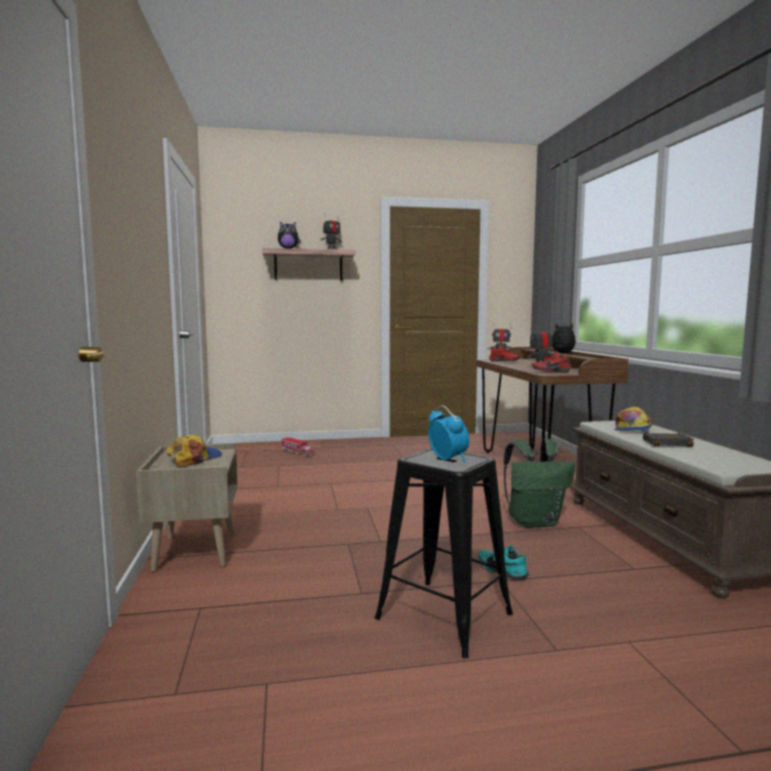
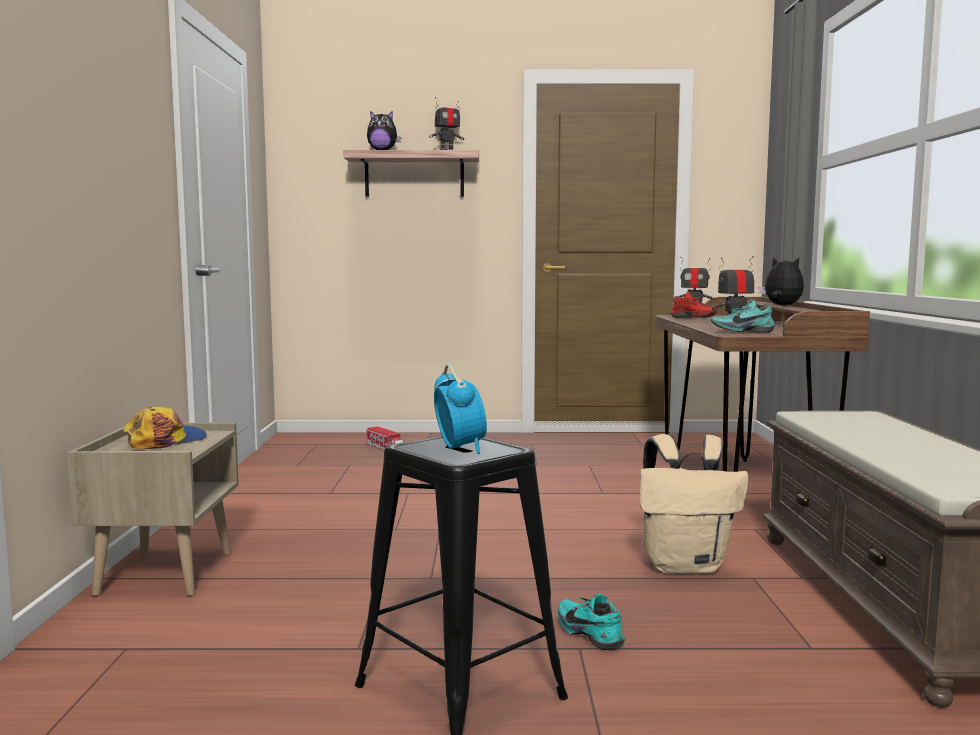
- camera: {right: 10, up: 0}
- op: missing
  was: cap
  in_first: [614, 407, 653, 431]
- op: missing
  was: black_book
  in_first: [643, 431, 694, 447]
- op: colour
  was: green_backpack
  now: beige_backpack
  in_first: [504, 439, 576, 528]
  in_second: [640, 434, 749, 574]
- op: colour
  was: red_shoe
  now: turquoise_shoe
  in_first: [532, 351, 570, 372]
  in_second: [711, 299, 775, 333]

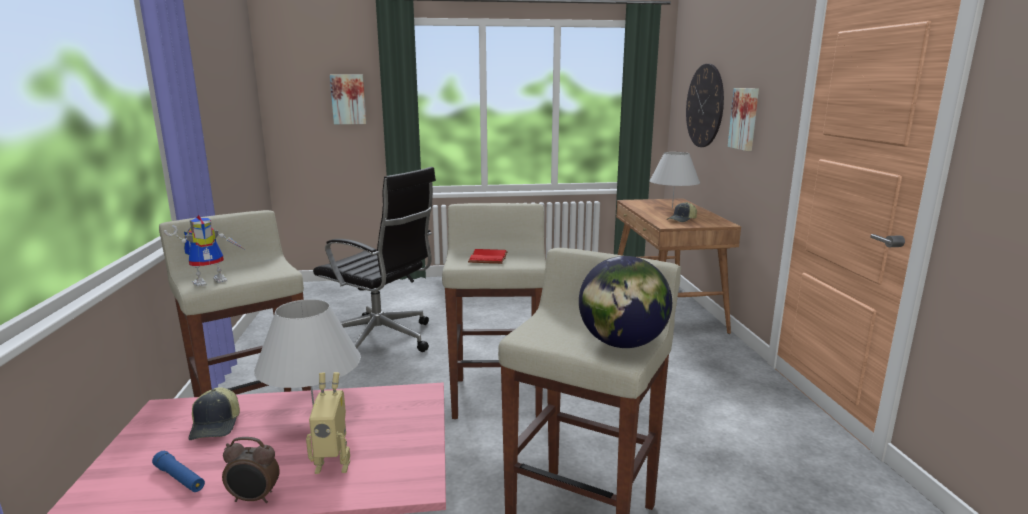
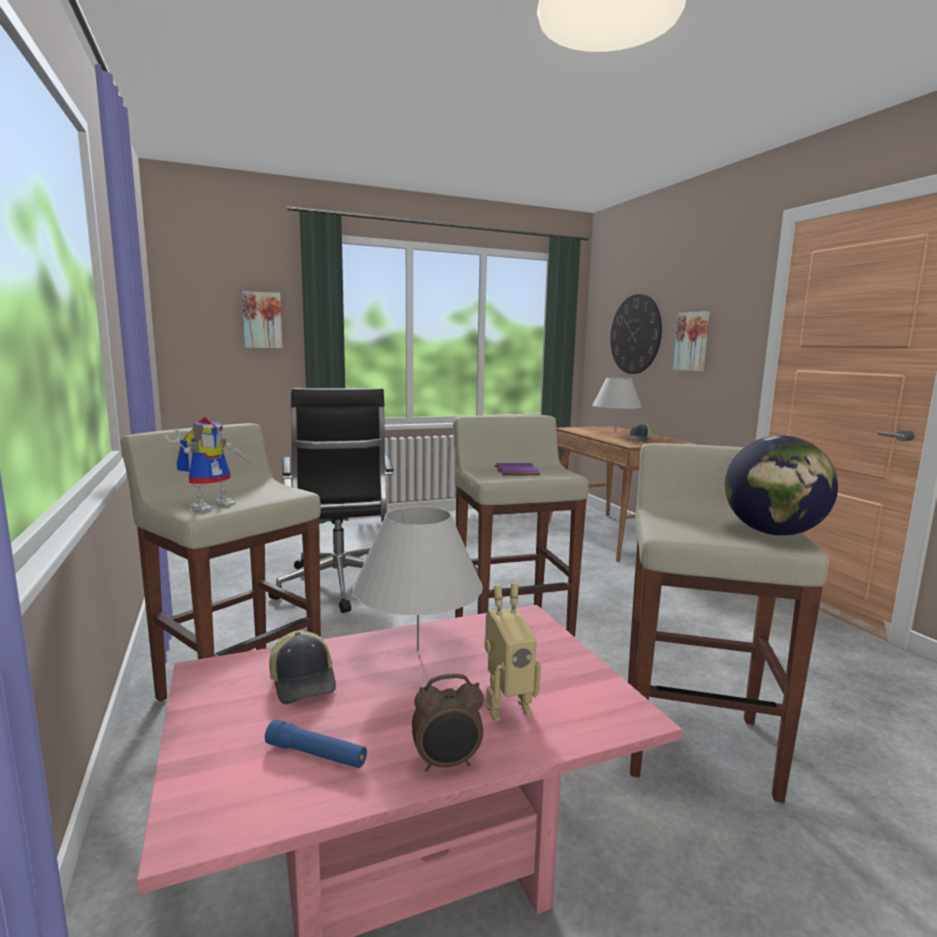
- camera: {right: -15, up: -5}
- op: colour
  was: red_book
  now: purple_book
  in_first: [468, 249, 508, 264]
  in_second: [494, 463, 541, 476]
- op: spun
  was: black_office_chair
  in_first: [313, 167, 436, 352]
  in_second: [268, 388, 394, 613]
  clockwise: 60

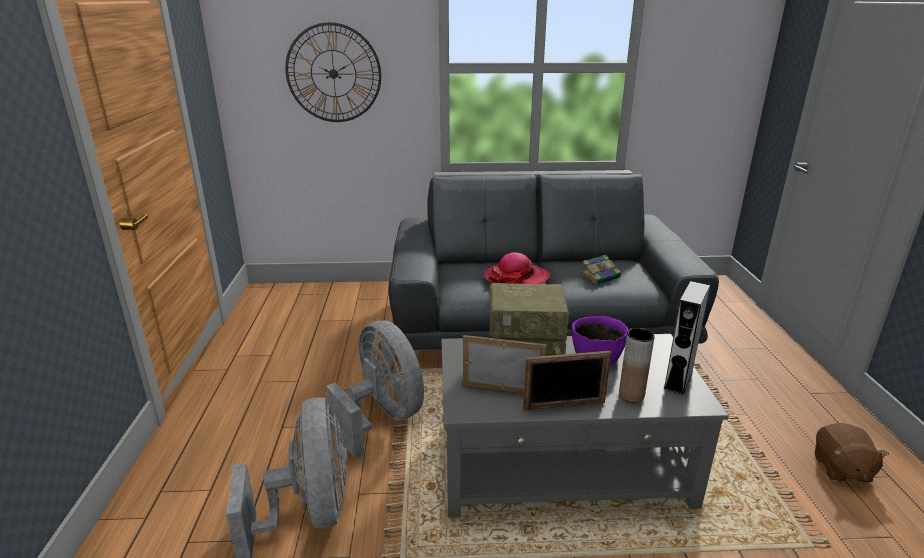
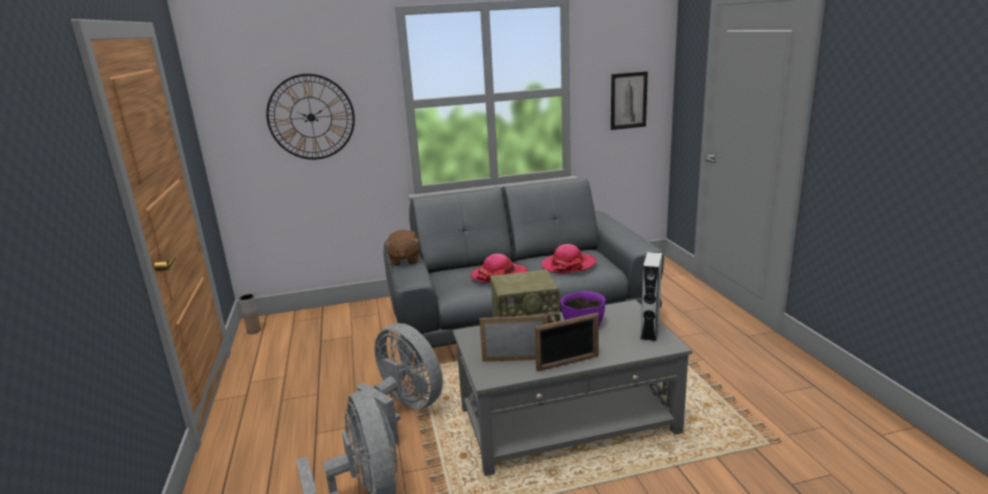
- camera: {right: -10, up: -5}
- op: appeared
  now: picture
  in_second: [611, 71, 648, 130]
- op: relocated
  was: brown_vase
  in_first: [619, 328, 655, 402]
  in_second: [239, 294, 261, 334]
- op: relocated
  was: brown_plush_toy
  in_first: [815, 423, 889, 483]
  in_second: [384, 230, 419, 266]
- op: exchanged
  was: book
  now: hat
  in_first: [580, 255, 621, 285]
  in_second: [541, 244, 597, 274]

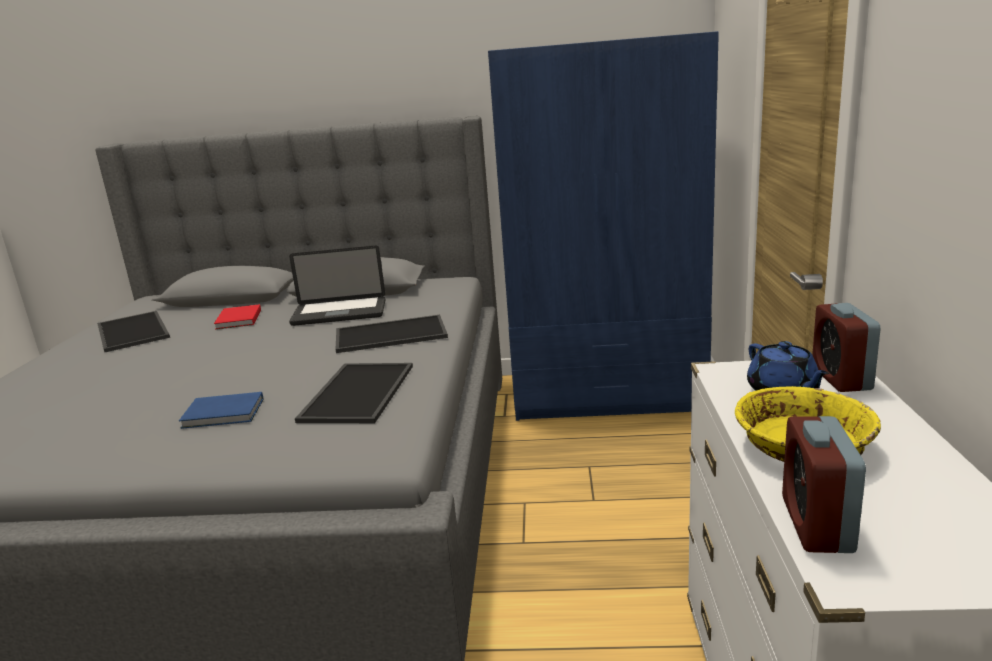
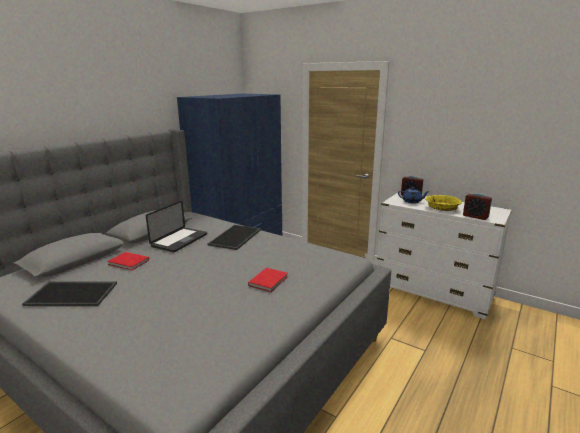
- camera: {right: -60, up: 0}
- op: missing
  was: tray
  in_first: [295, 363, 413, 423]
- op: colour
  was: blue_book
  now: red_book
  in_first: [179, 392, 264, 429]
  in_second: [248, 268, 288, 292]

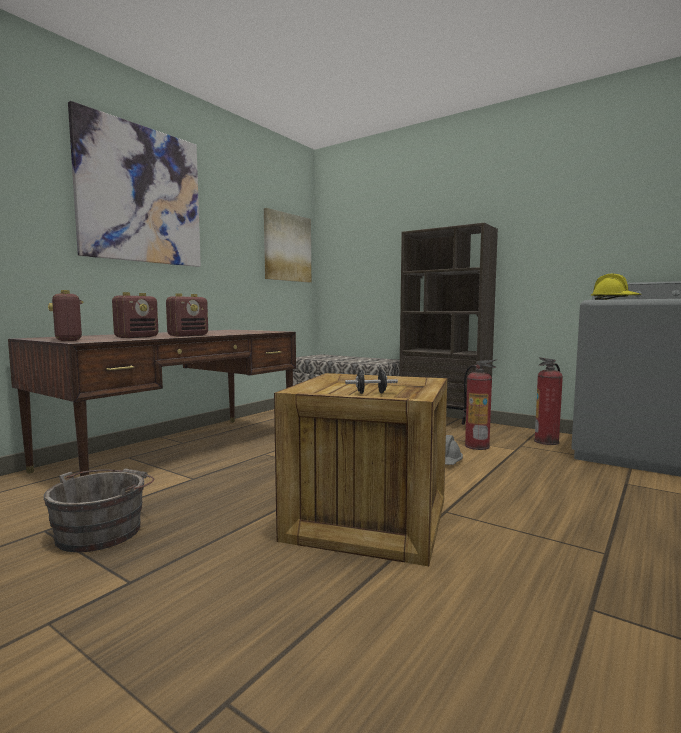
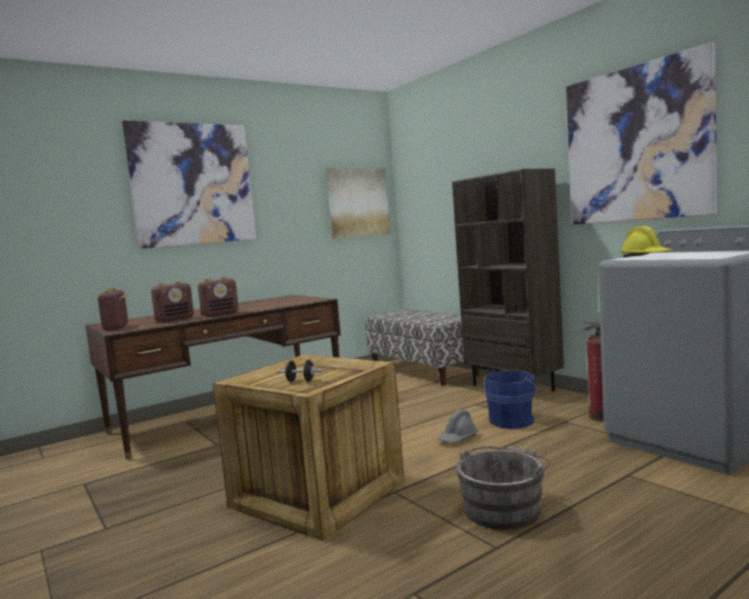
- camera: {right: 20, up: 0}
- op: appeared
  now: picture
  in_second: [566, 42, 717, 224]
- op: relocated
  was: grey_bucket
  in_first: [43, 469, 154, 552]
  in_second: [456, 447, 550, 530]
- op: exchanged
  was: fire_extinguisher
  now: blue_bucket
  in_first: [462, 360, 497, 450]
  in_second: [485, 370, 541, 429]

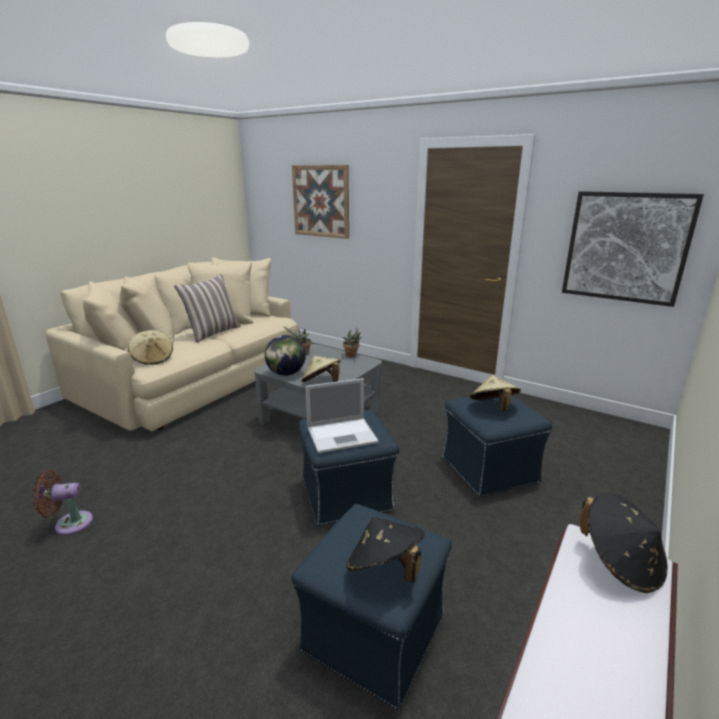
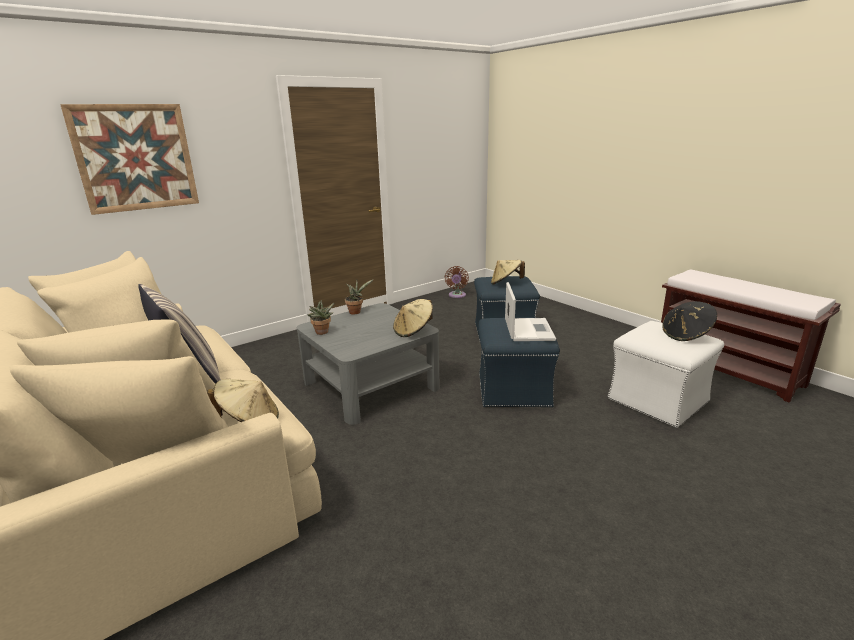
- camera: {right: -70, up: 0}
- op: missing
  was: globe
  in_first: [265, 335, 306, 376]
- op: missing
  was: picture
  in_first: [562, 191, 704, 307]
- op: missing
  was: black_hat
  in_first: [580, 493, 668, 593]
- op: relocated
  was: brown_fan
  in_first: [32, 470, 93, 536]
  in_second: [445, 266, 469, 298]
- op: colour
  was: blue_ottoman
  now: white_ottoman
  in_first: [291, 504, 452, 710]
  in_second: [608, 321, 724, 428]

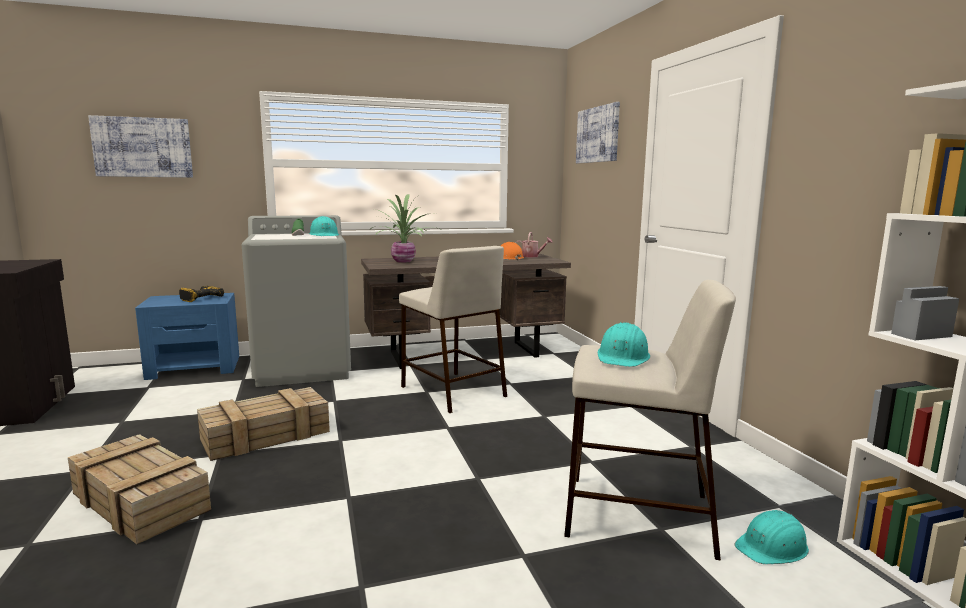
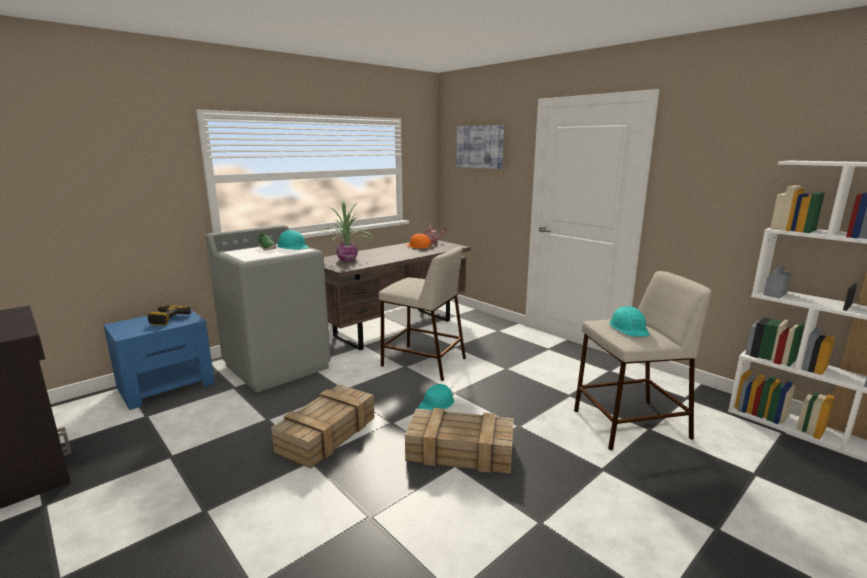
- camera: {right: -25, up: 5}
- op: missing
  was: picture
  in_first: [88, 115, 193, 178]
- op: relocated
  was: crate
  in_first: [68, 434, 211, 544]
  in_second: [405, 408, 514, 474]
- op: relocated
  was: turquoise_hard_hat
  in_first: [735, 510, 809, 564]
  in_second: [418, 384, 454, 410]

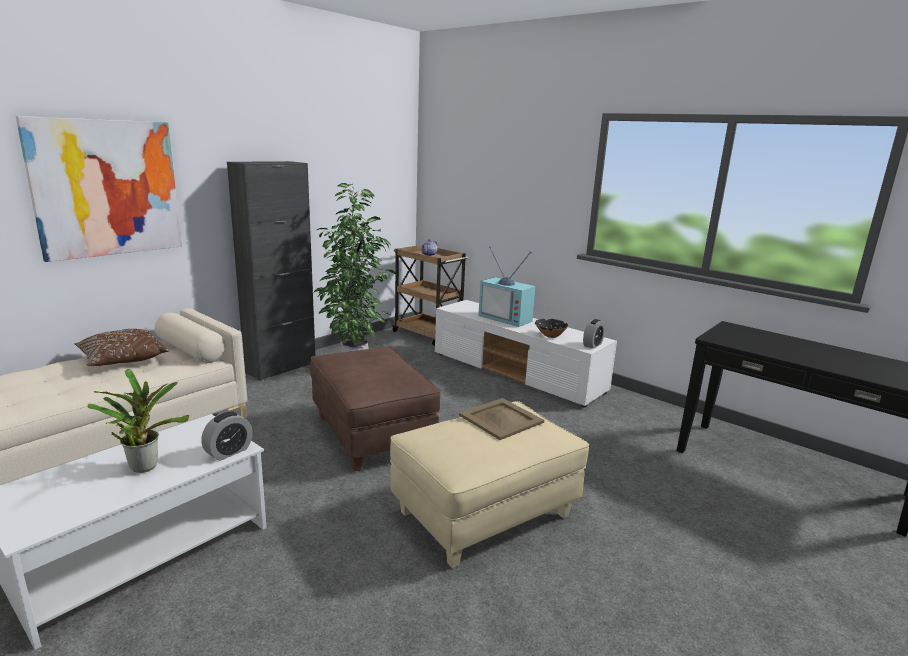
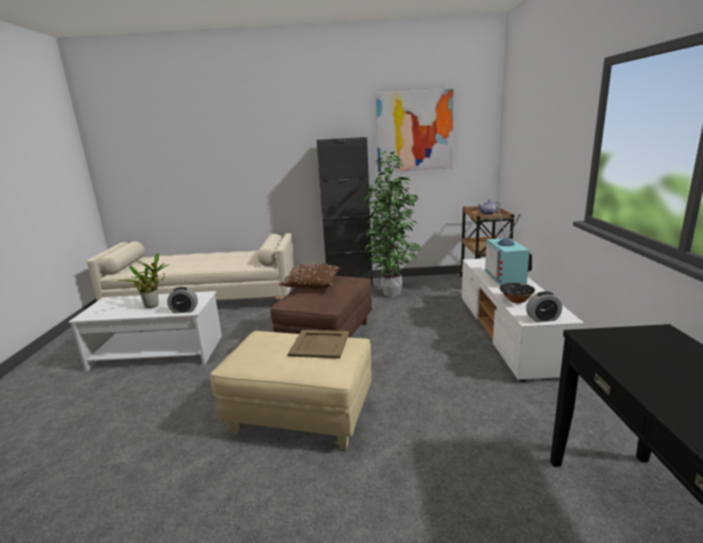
- camera: {right: 50, up: 0}
- op: relocated
  was: picture
  in_first: [16, 116, 182, 262]
  in_second: [376, 88, 454, 172]
- op: relocated
  was: brown_pillow
  in_first: [74, 329, 169, 366]
  in_second: [279, 263, 339, 289]

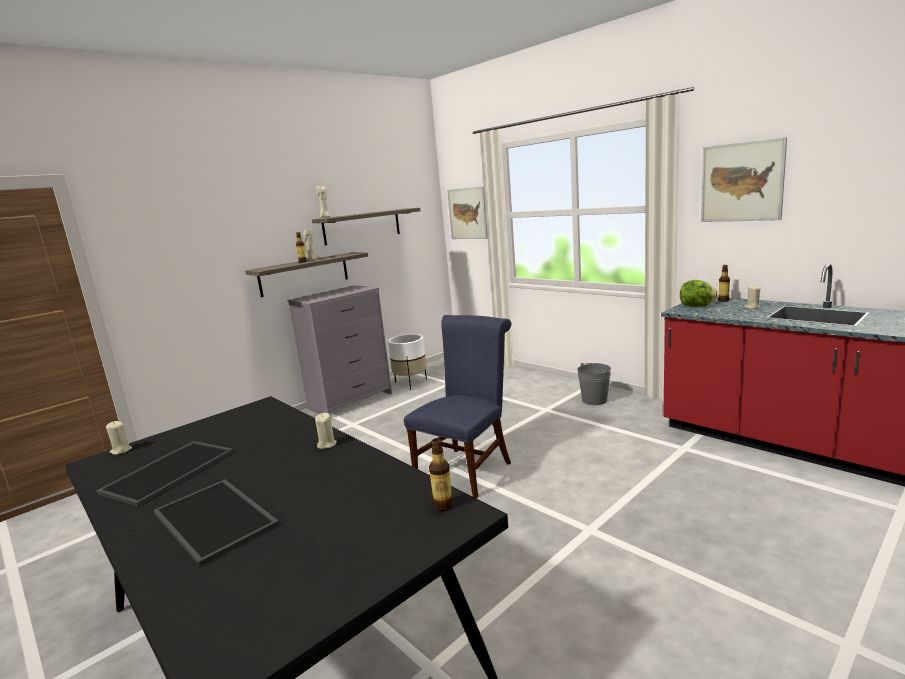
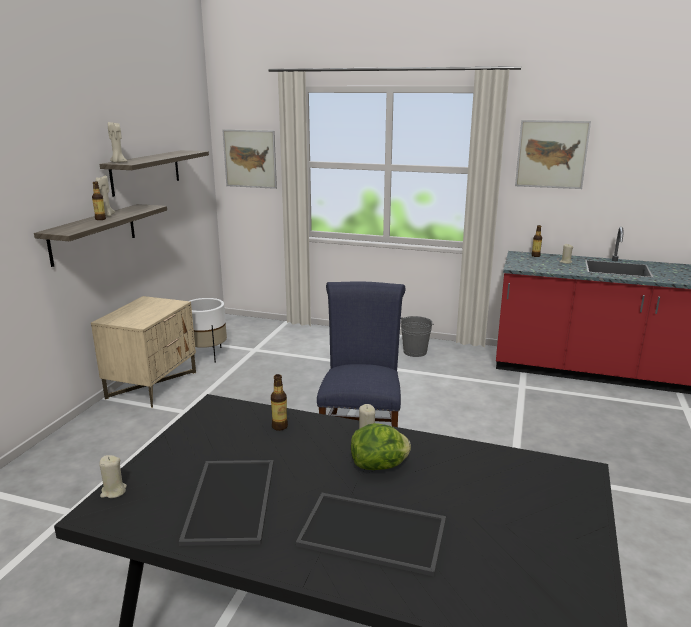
- camera: {right: -30, up: 5}
- op: relocated
  was: bottle
  in_first: [429, 438, 454, 512]
  in_second: [271, 374, 288, 431]
- op: relocated
  was: lettuce
  in_first: [680, 280, 717, 307]
  in_second: [351, 423, 411, 470]
- op: exchanged
  was: grey_dresser
  now: beige_nightstand
  in_first: [287, 285, 392, 416]
  in_second: [91, 296, 196, 408]

